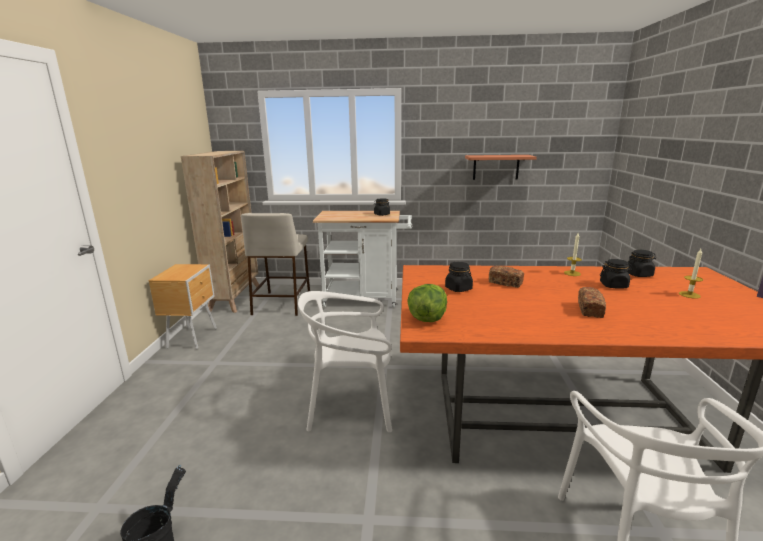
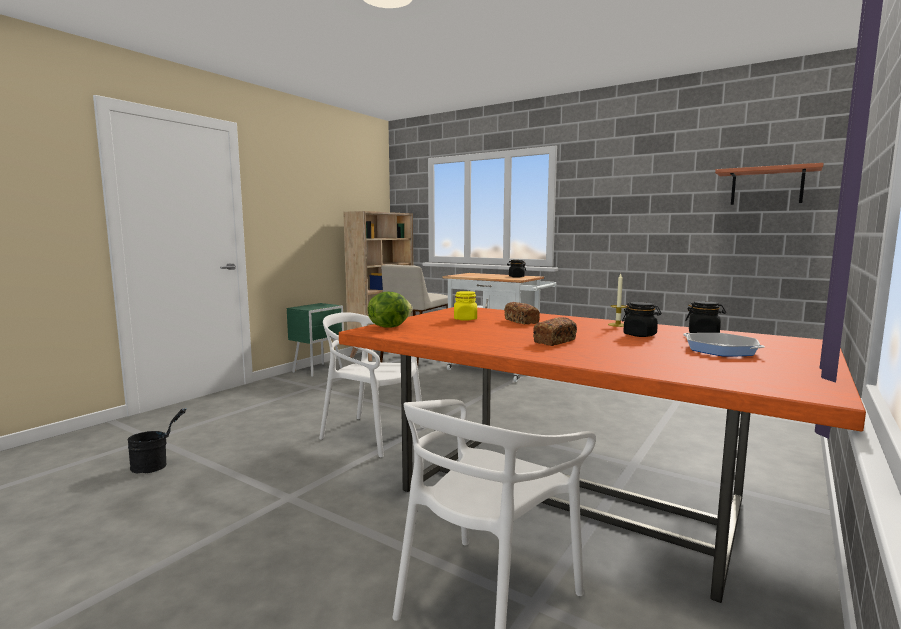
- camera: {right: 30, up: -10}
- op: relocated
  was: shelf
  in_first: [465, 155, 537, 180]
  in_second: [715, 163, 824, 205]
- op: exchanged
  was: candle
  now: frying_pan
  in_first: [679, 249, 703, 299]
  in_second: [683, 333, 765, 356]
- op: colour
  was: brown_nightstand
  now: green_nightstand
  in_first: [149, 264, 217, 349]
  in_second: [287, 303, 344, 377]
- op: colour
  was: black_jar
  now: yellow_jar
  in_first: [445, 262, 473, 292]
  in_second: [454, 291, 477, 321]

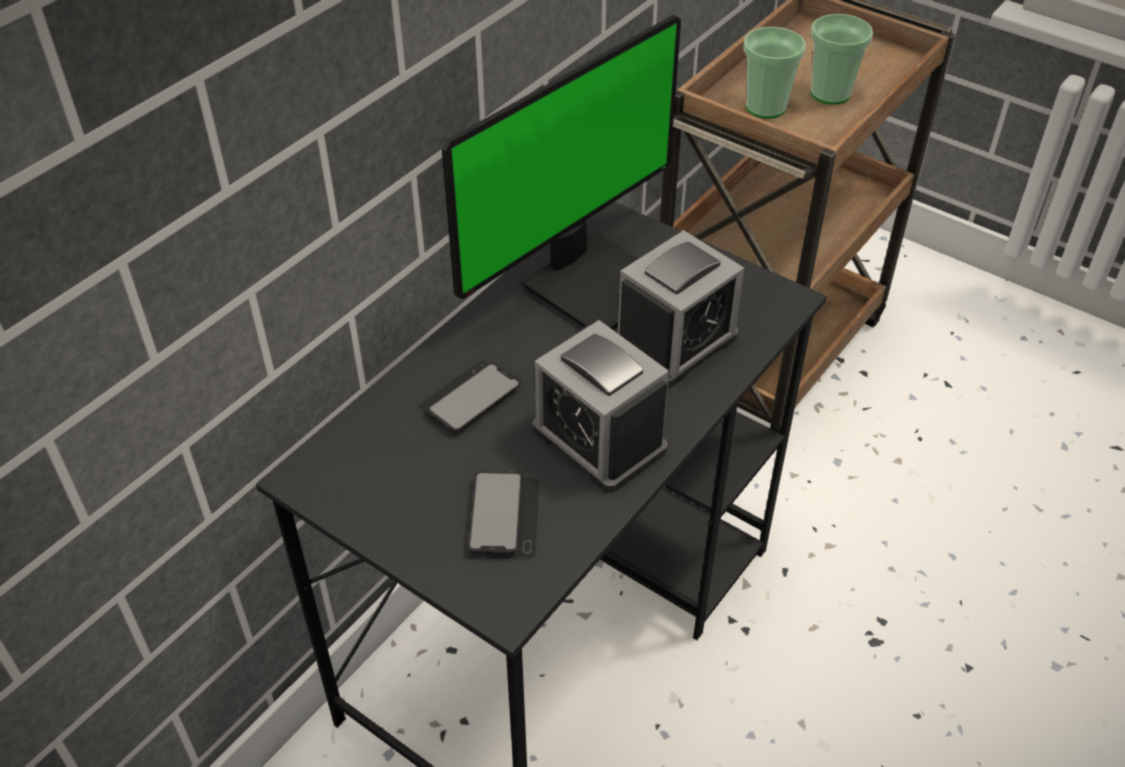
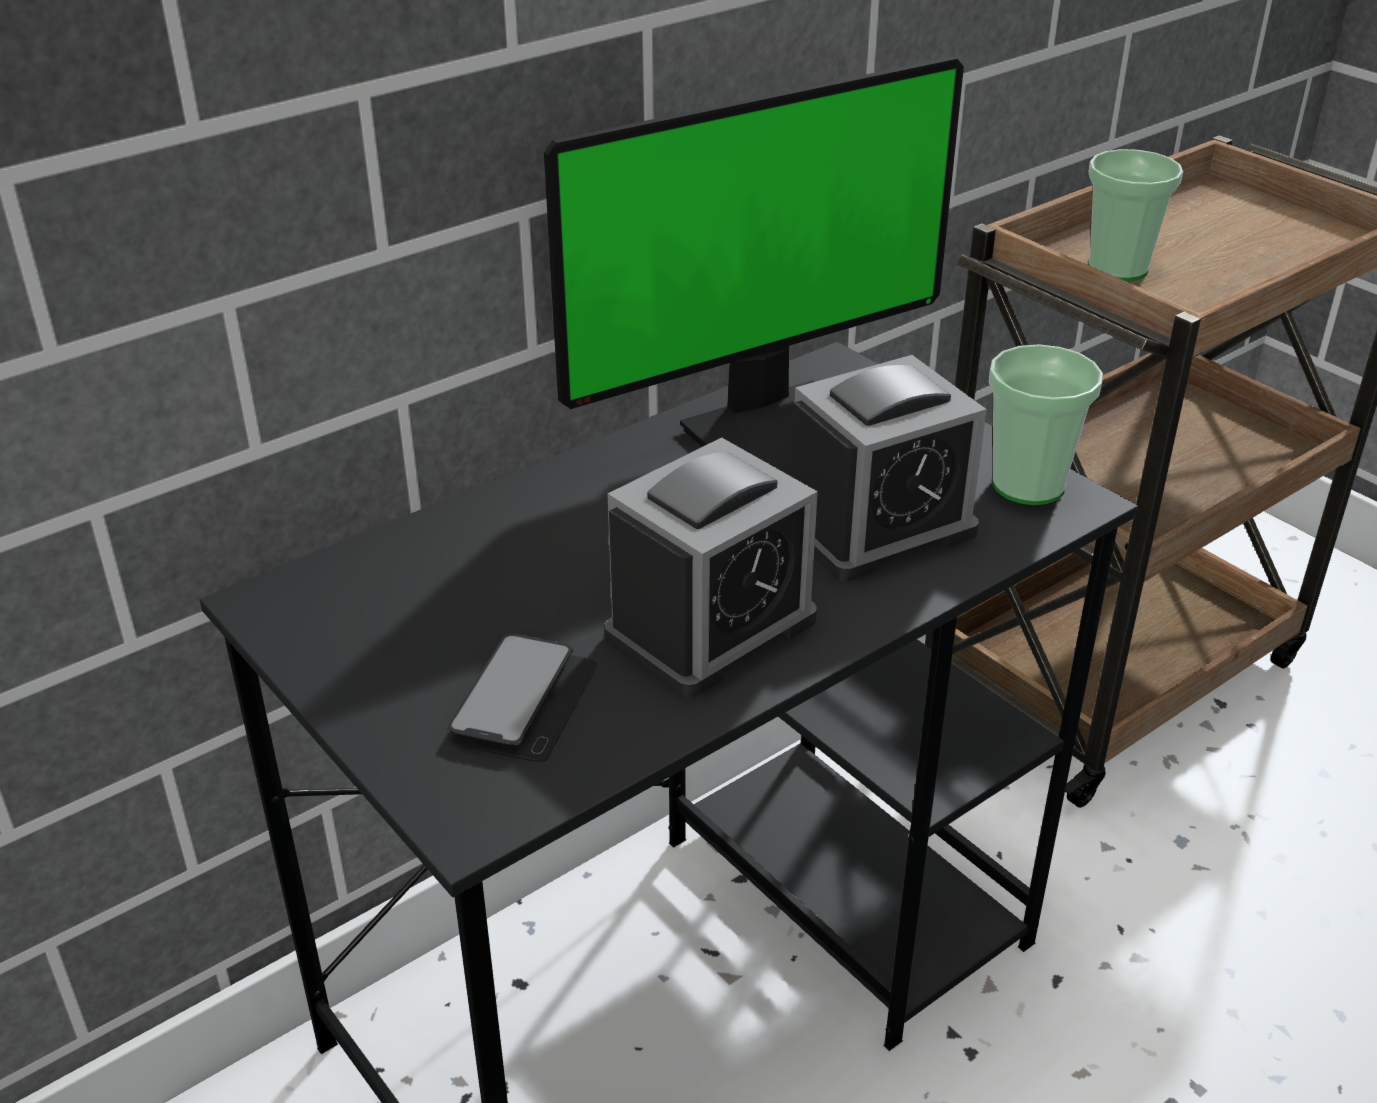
- camera: {right: 15, up: -10}
- op: missing
  was: phone
  in_first: [418, 361, 521, 431]
- op: relocated
  was: cup
  in_first: [811, 14, 873, 105]
  in_second: [989, 344, 1103, 505]
- op: spun
  was: alarm_clock
  in_first: [532, 320, 669, 493]
  in_second: [604, 438, 818, 698]
  clockwise: -105

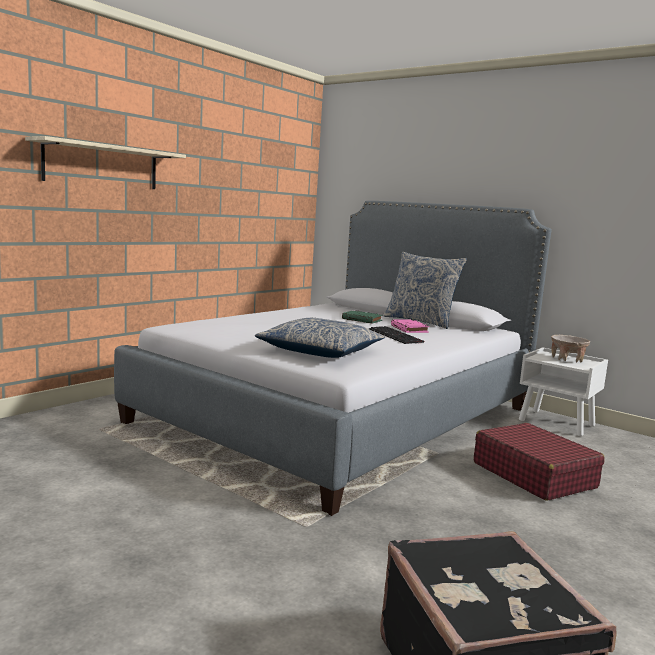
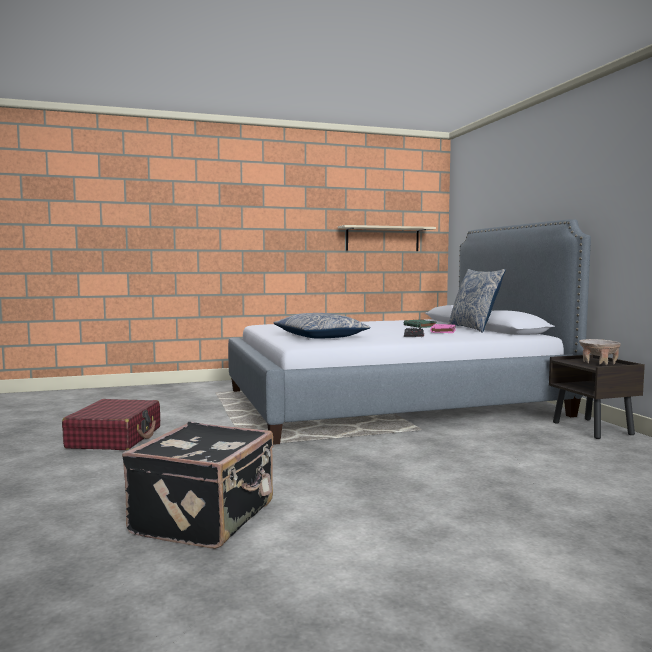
- camera: {right: 35, up: -5}
- op: relocated
  was: shelf
  in_first: [25, 136, 186, 189]
  in_second: [338, 225, 436, 251]
- op: relocated
  was: red_suitcase
  in_first: [474, 423, 604, 501]
  in_second: [62, 399, 160, 450]
- op: colour
  was: white_nightstand
  now: brown_nightstand
  in_first: [519, 347, 608, 436]
  in_second: [549, 355, 645, 439]

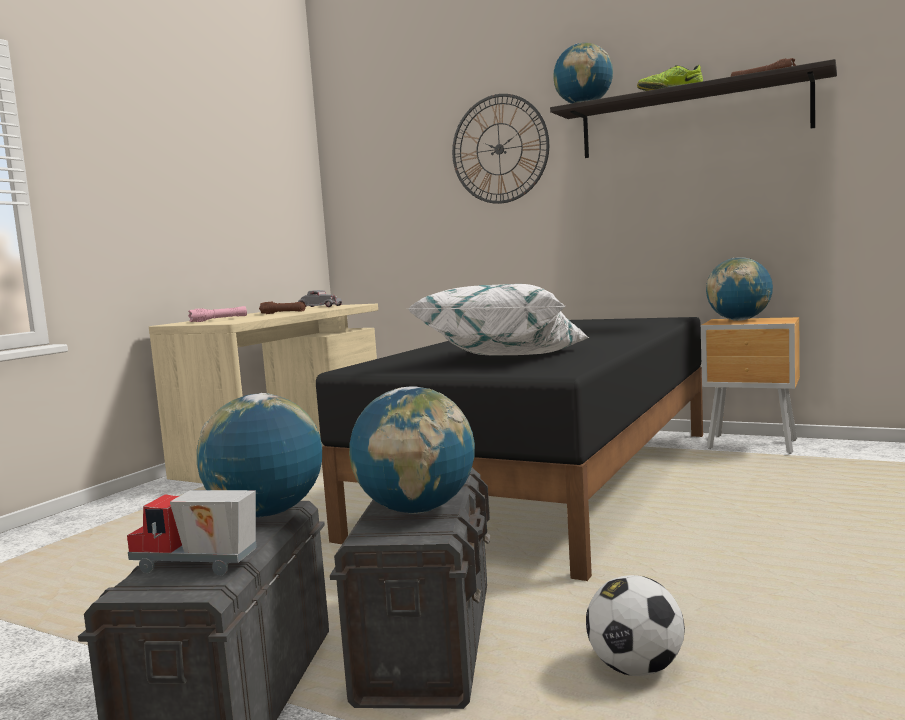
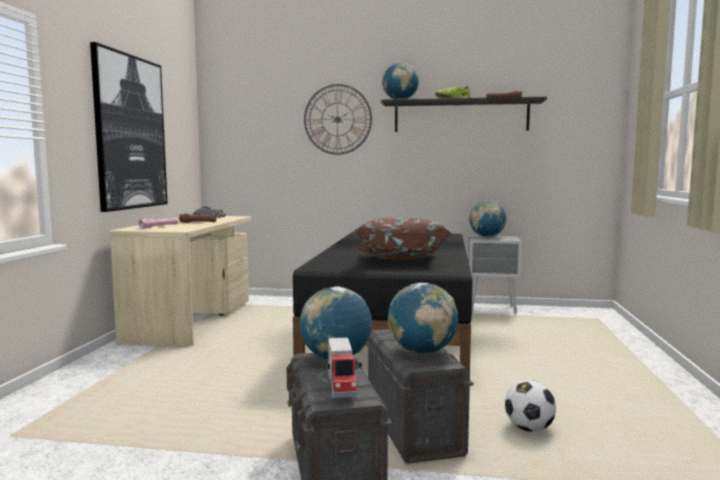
- camera: {right: -20, up: 0}
- op: appeared
  now: picture
  in_second: [90, 42, 168, 212]
- op: colour
  was: white_pillow
  now: brown_pillow
  in_first: [407, 284, 589, 355]
  in_second: [355, 218, 453, 259]
- op: colour
  was: brown_nightstand
  now: grey_nightstand
  in_first: [701, 317, 800, 454]
  in_second: [468, 235, 522, 314]
- op: spun
  was: toy_truck
  in_first: [127, 490, 257, 575]
  in_second: [327, 337, 362, 401]
  clockwise: -90

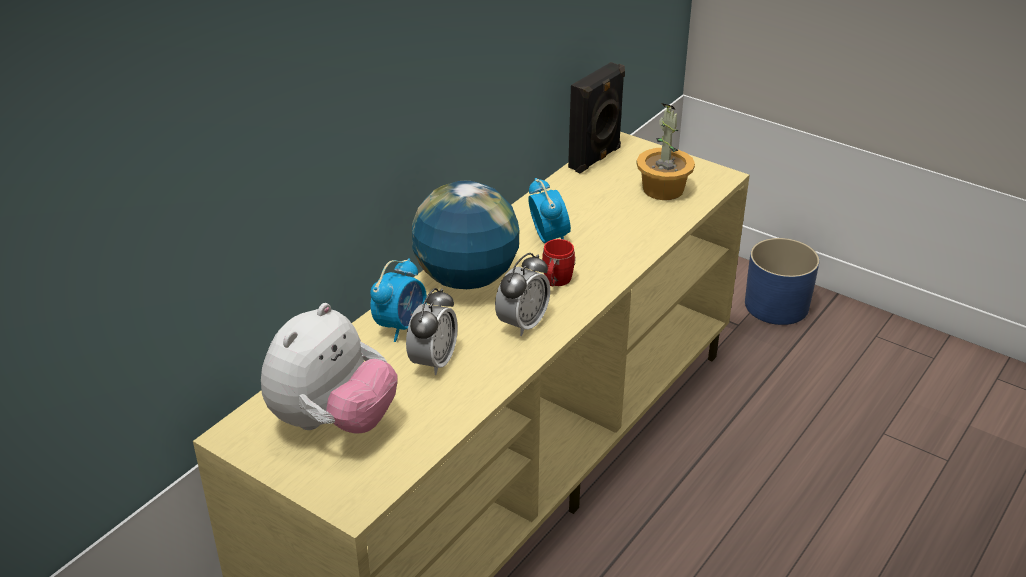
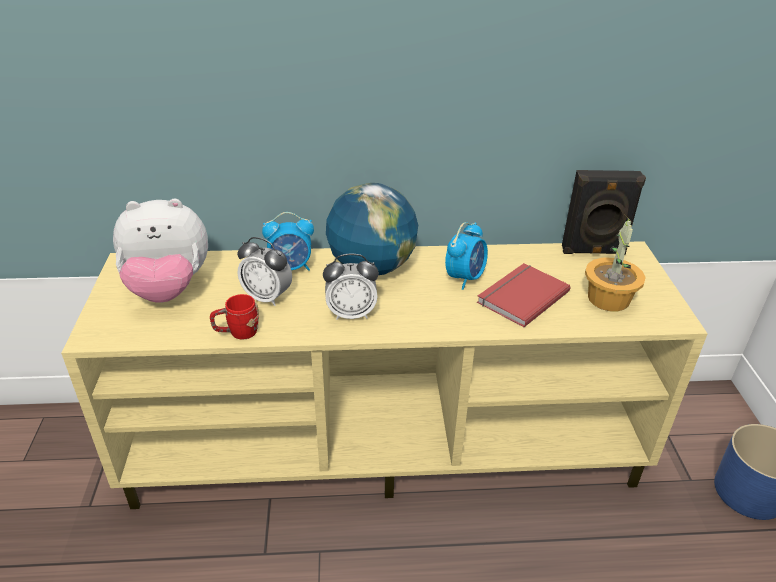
- camera: {right: 50, up: 0}
- op: appeared
  now: red_book
  in_second: [477, 263, 571, 327]
- op: relocated
  was: red_mug
  in_first: [542, 239, 576, 286]
  in_second: [210, 294, 259, 340]
- op: spun
  was: alarm_clock
  in_first: [406, 288, 458, 375]
  in_second: [237, 237, 292, 306]
  clockwise: 45

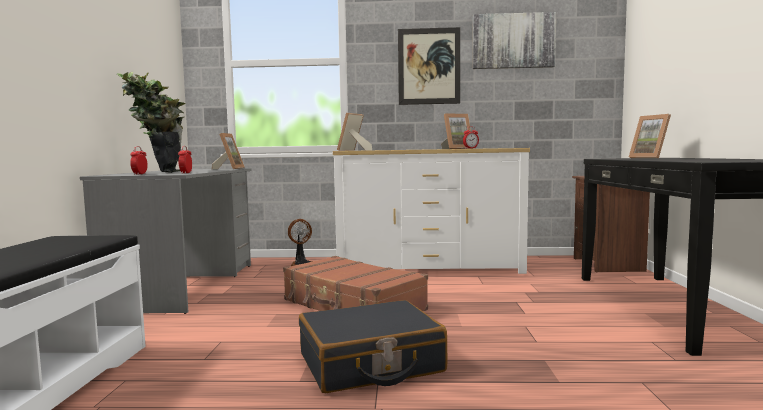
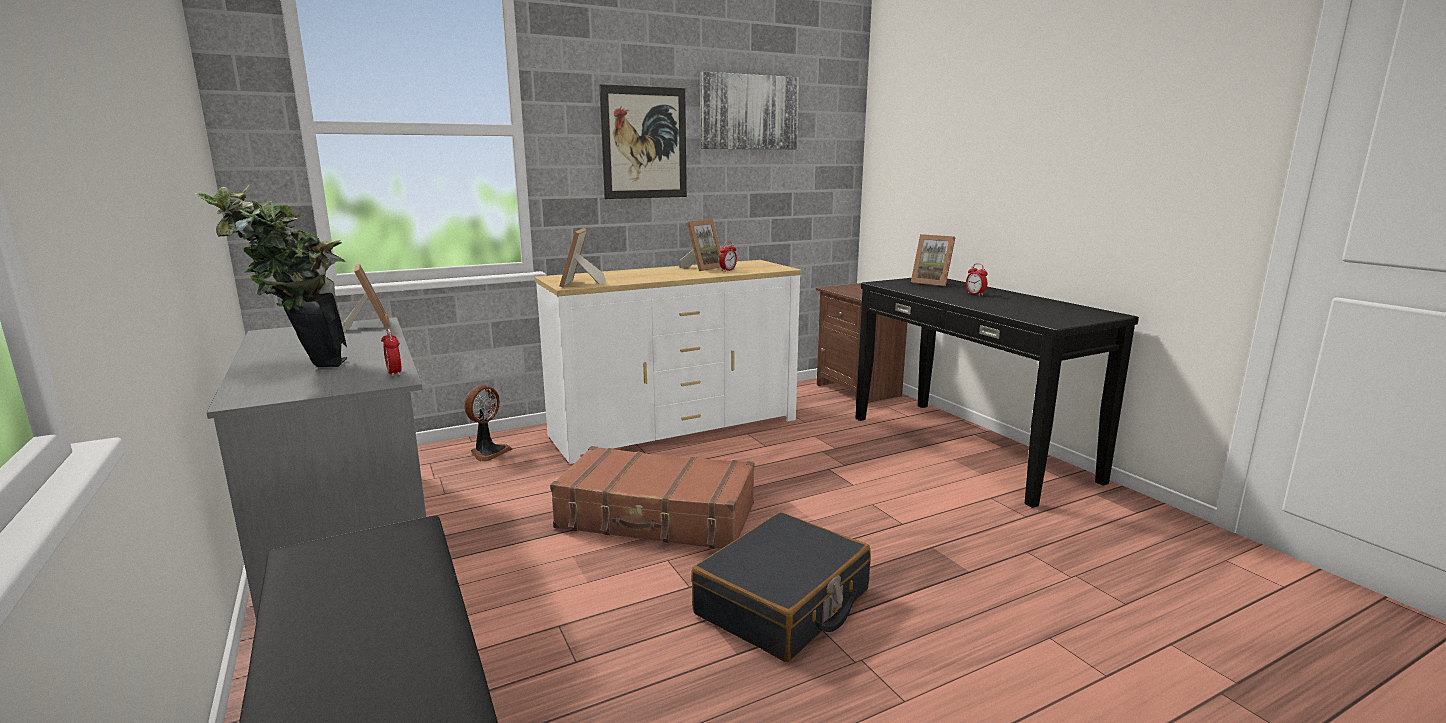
- camera: {right: -30, up: 10}
- op: relocated
  was: alarm_clock
  in_first: [130, 146, 148, 175]
  in_second: [966, 263, 987, 296]

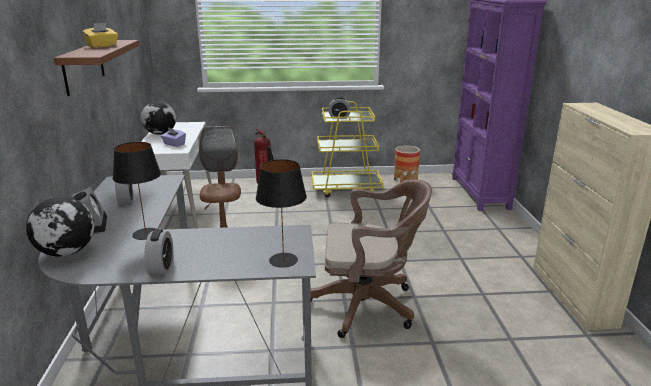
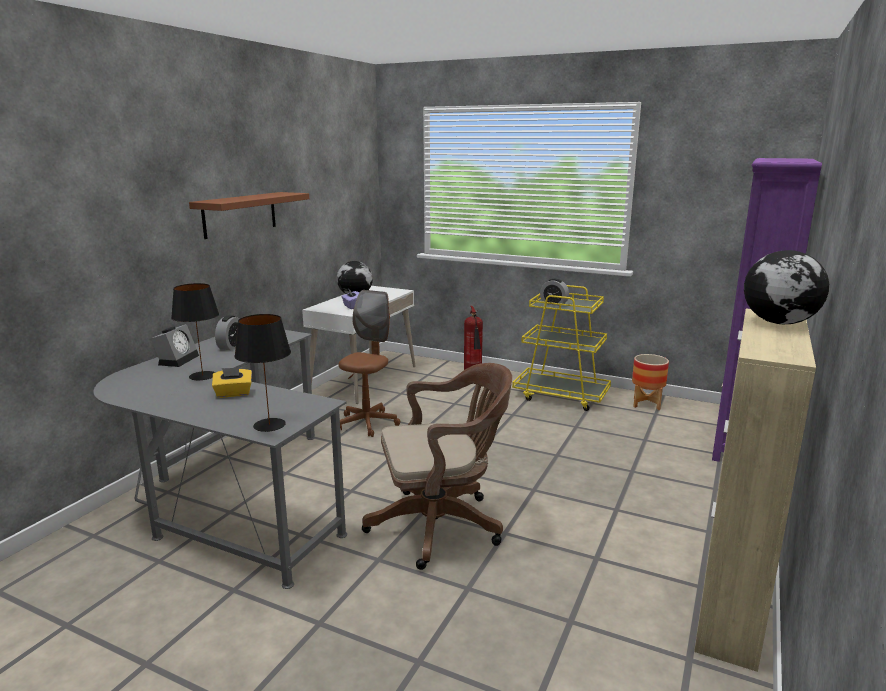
- camera: {right: 30, up: -5}
- op: missing
  was: alarm_clock
  in_first: [144, 229, 173, 276]
- op: relocated
  was: globe
  in_first: [26, 196, 95, 257]
  in_second: [744, 250, 829, 324]
- op: relocated
  was: yellow_tissue_box
  in_first: [82, 23, 118, 48]
  in_second: [212, 367, 252, 398]
- op: spun
  was: brown_office_chair
  in_first: [310, 180, 432, 338]
  in_second: [362, 363, 512, 570]
  clockwise: -45

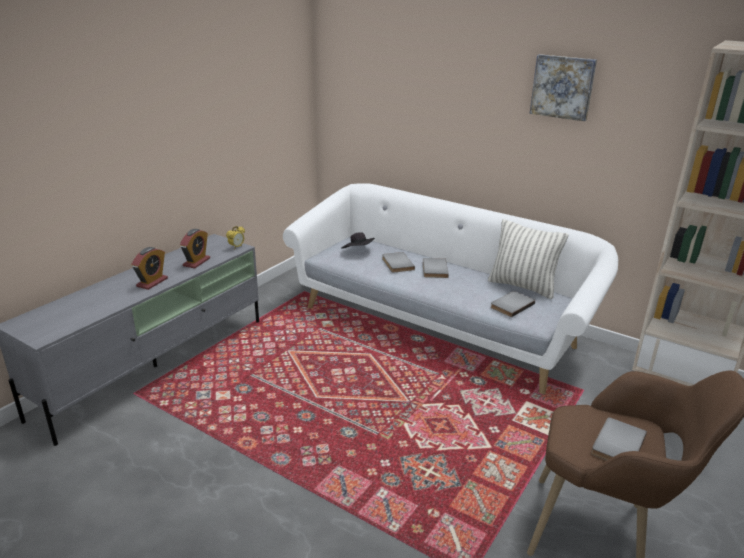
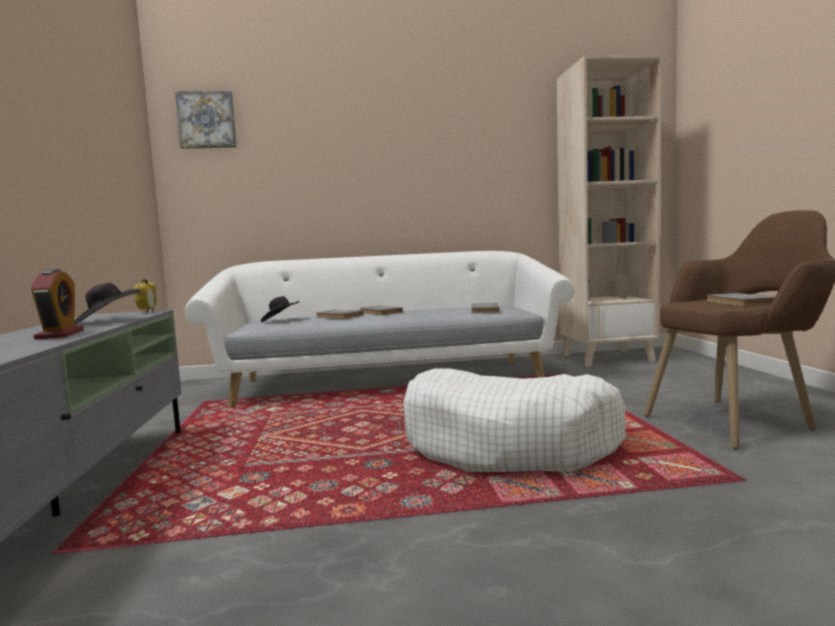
- camera: {right: -40, up: -20}
- op: missing
  was: pillow
  in_first: [488, 219, 569, 299]
- op: appeared
  now: white_dog_bed
  in_second: [403, 368, 626, 472]
- op: relocated
  was: picture
  in_first: [530, 54, 597, 121]
  in_second: [175, 91, 237, 149]
- op: exchanged
  was: alarm_clock
  now: black_hat
  in_first: [180, 229, 210, 268]
  in_second: [75, 283, 140, 325]

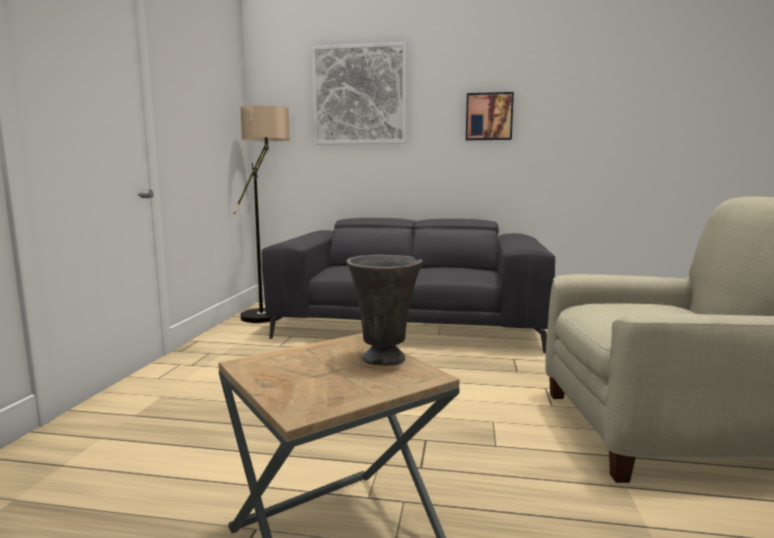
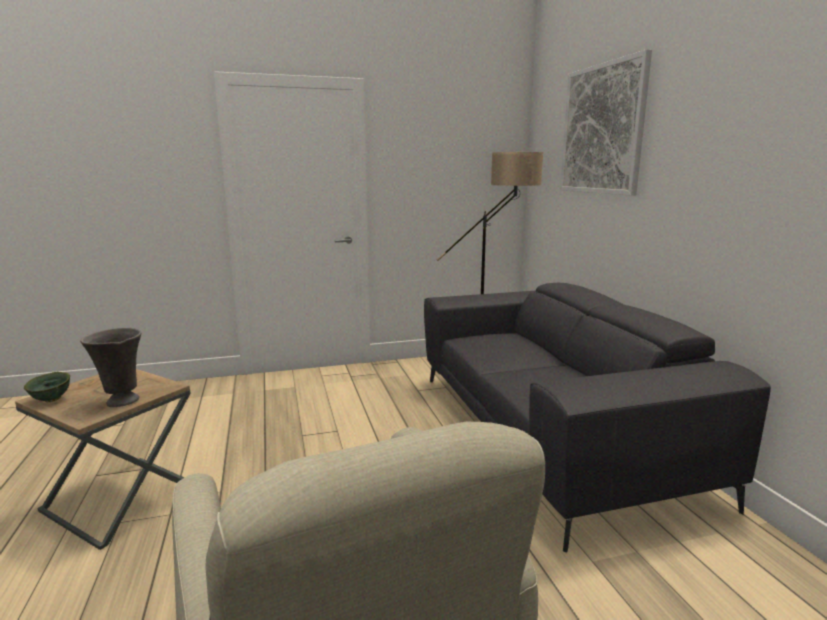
- camera: {right: 65, up: 5}
- op: missing
  was: picture
  in_first: [466, 92, 514, 140]
- op: appeared
  now: green_bowl
  in_second: [24, 372, 70, 402]

